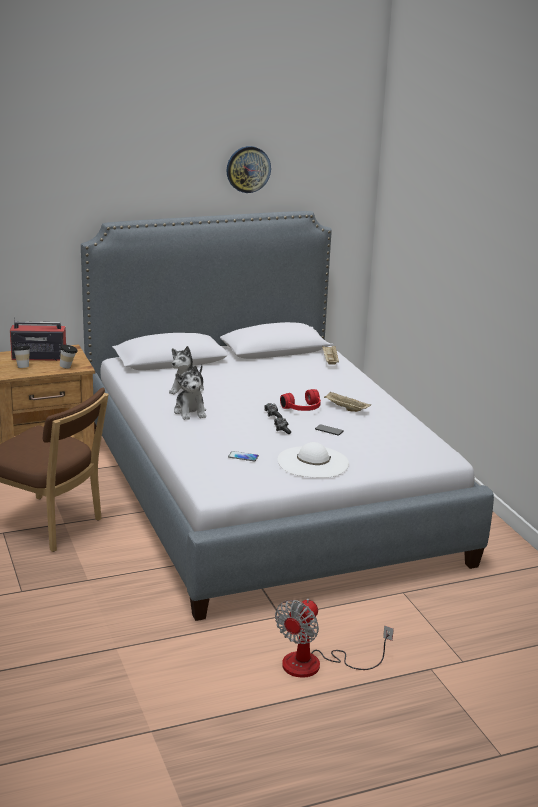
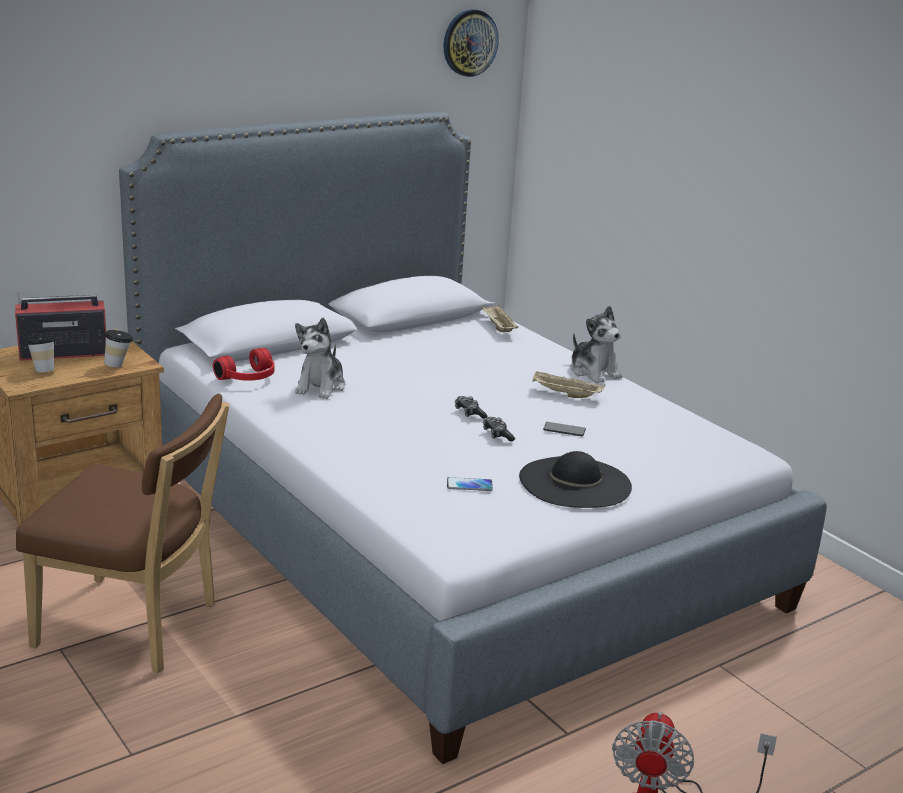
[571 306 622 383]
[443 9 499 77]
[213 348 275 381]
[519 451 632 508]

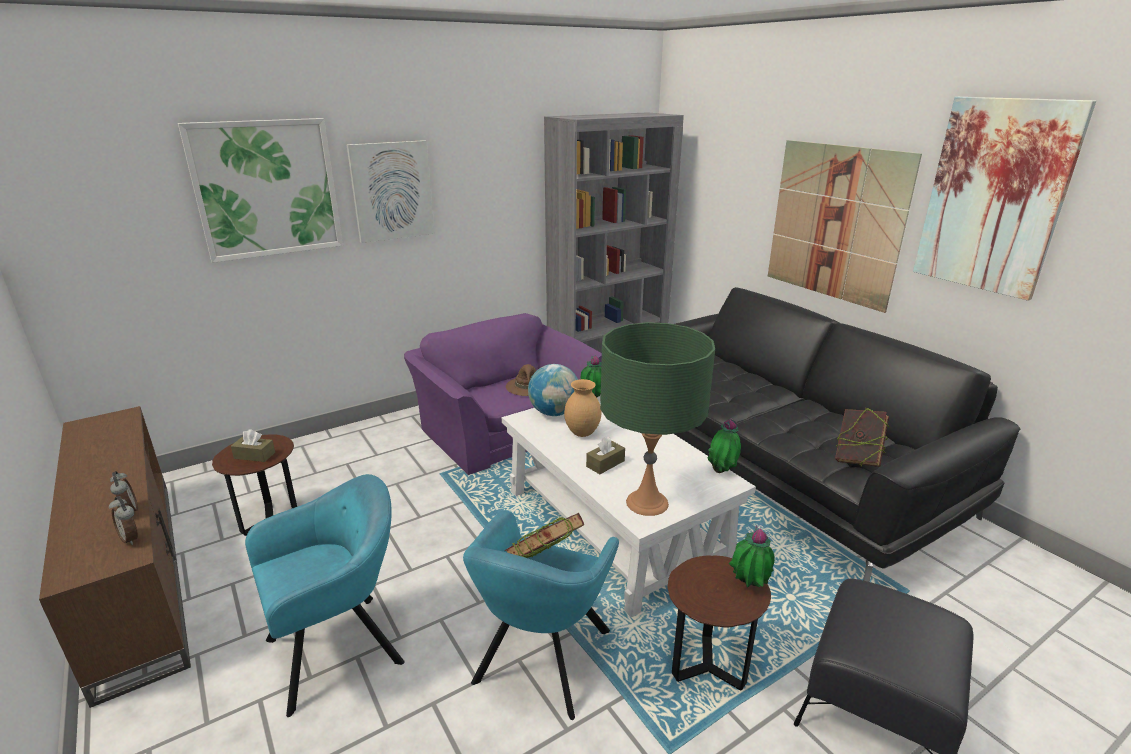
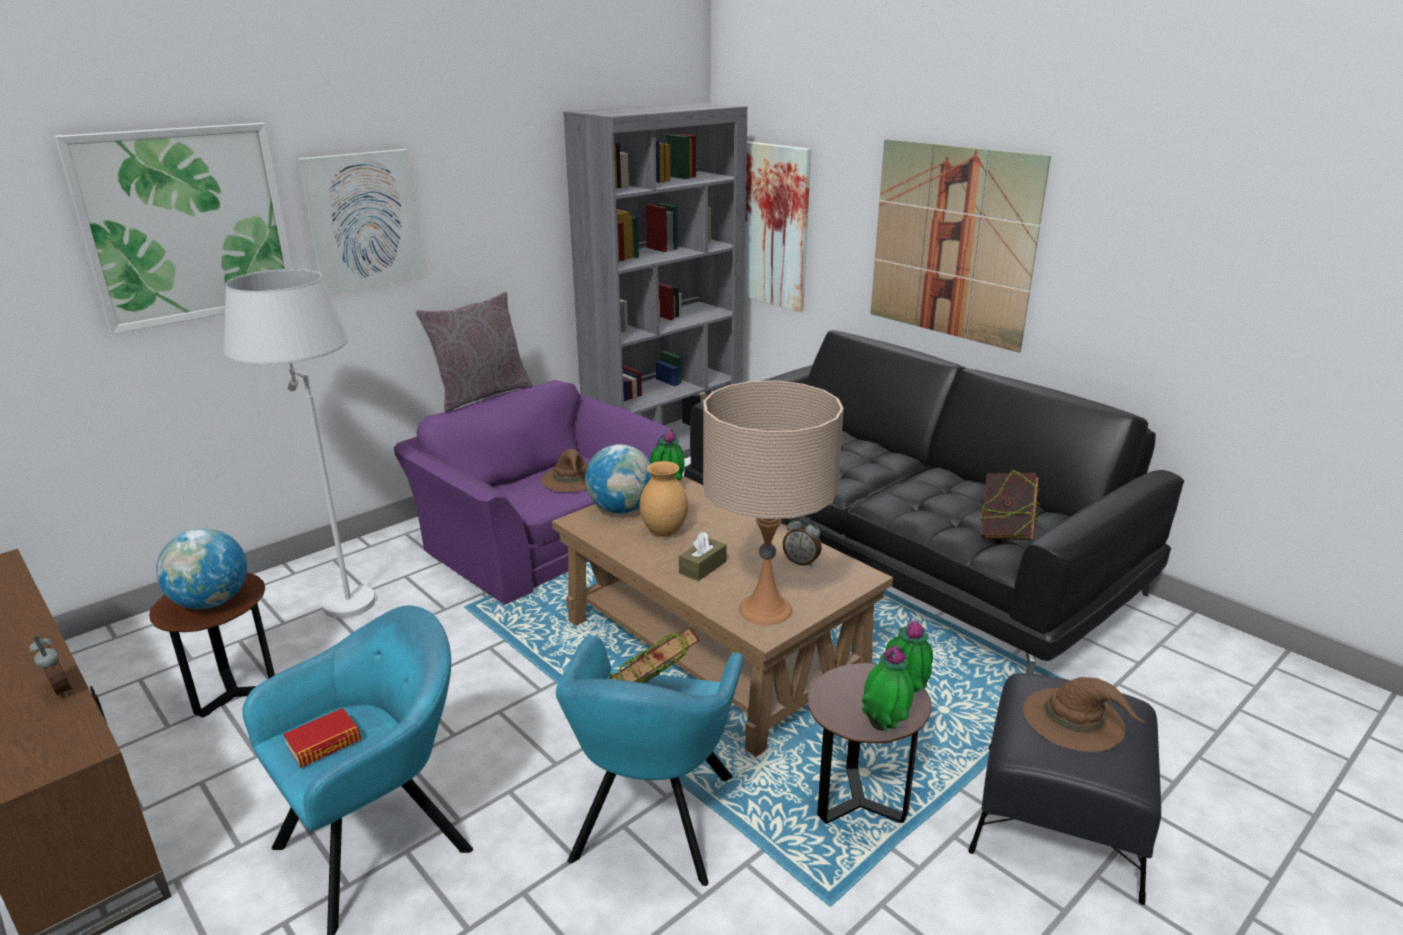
[224 269 375 618]
[283 708 361 768]
[415 291 533 412]
[1023 677 1146 752]
[783 516 822 567]
[862 645 914 731]
[744 141 811 312]
[156 528 247 609]
[552 475 893 757]
[703 381 844 625]

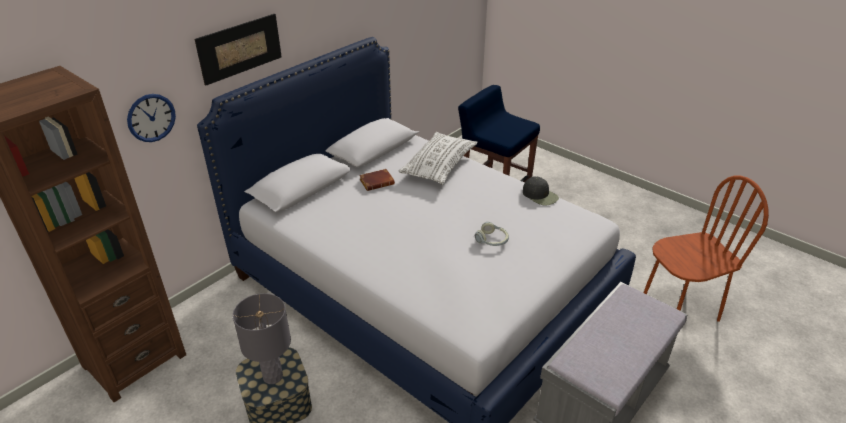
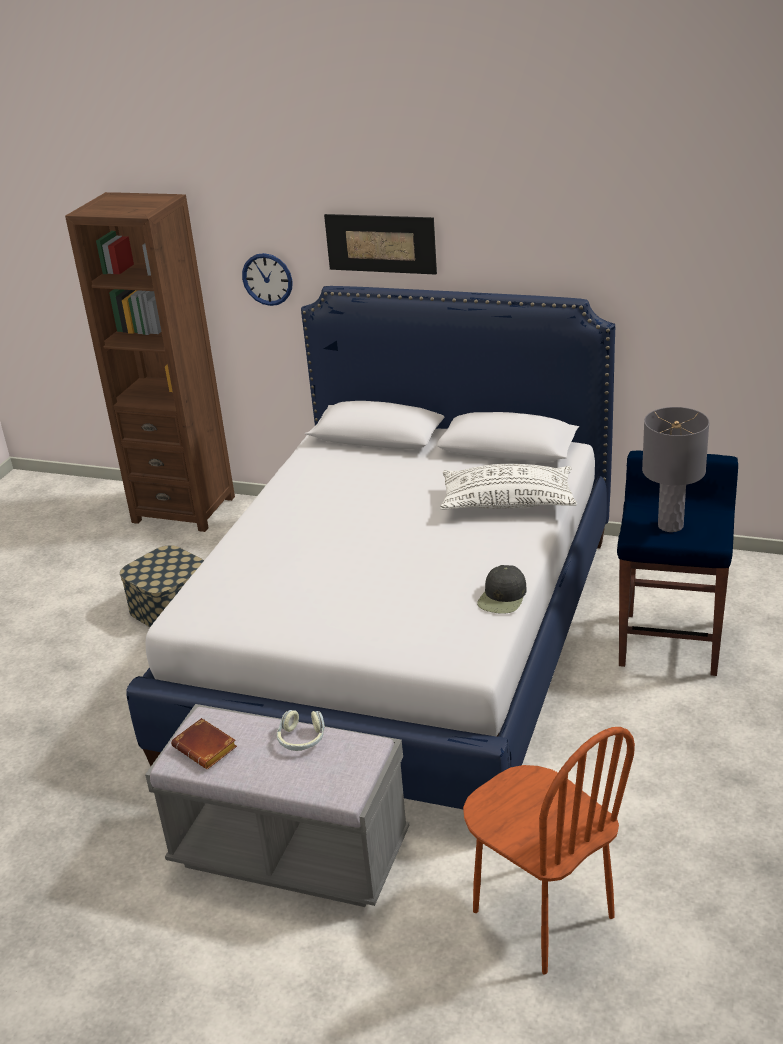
[642 407 709 532]
[171 718 237 769]
[277 710 325 751]

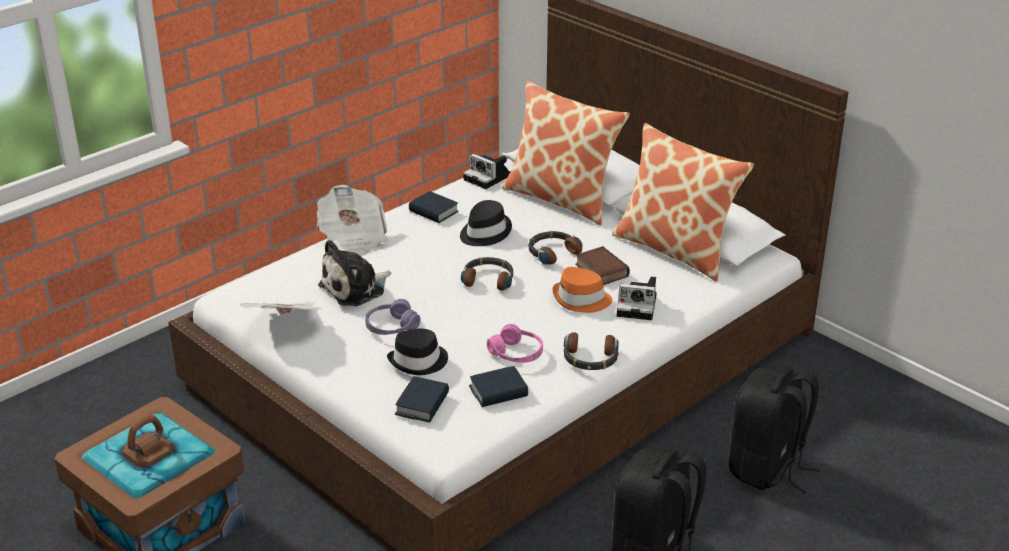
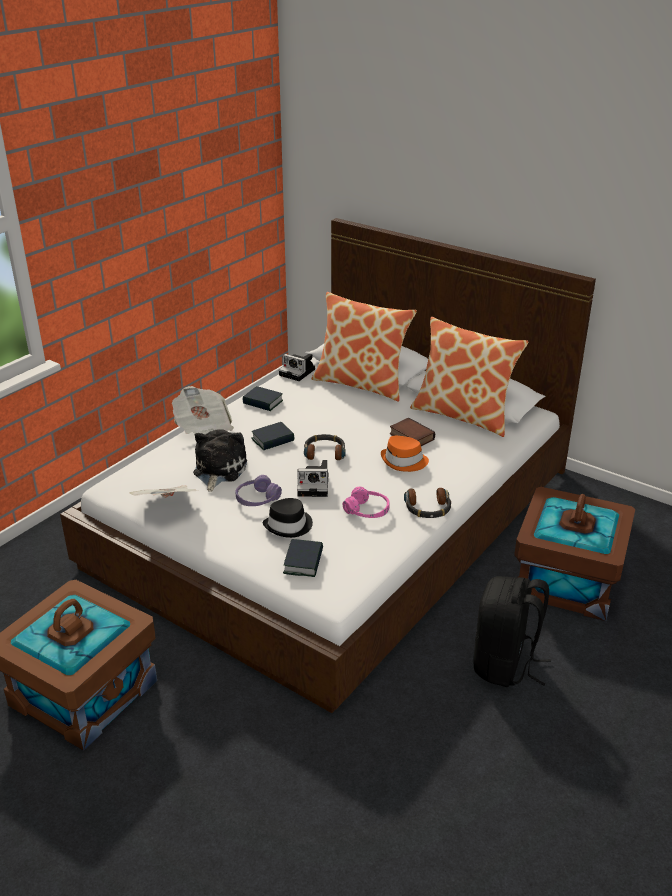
[460 200 512 246] (first image)
[528 231 583 264] (first image)
[251 422 294 450]
[297 460 328 497]
[514 487 635 621]
[193 429 247 492]

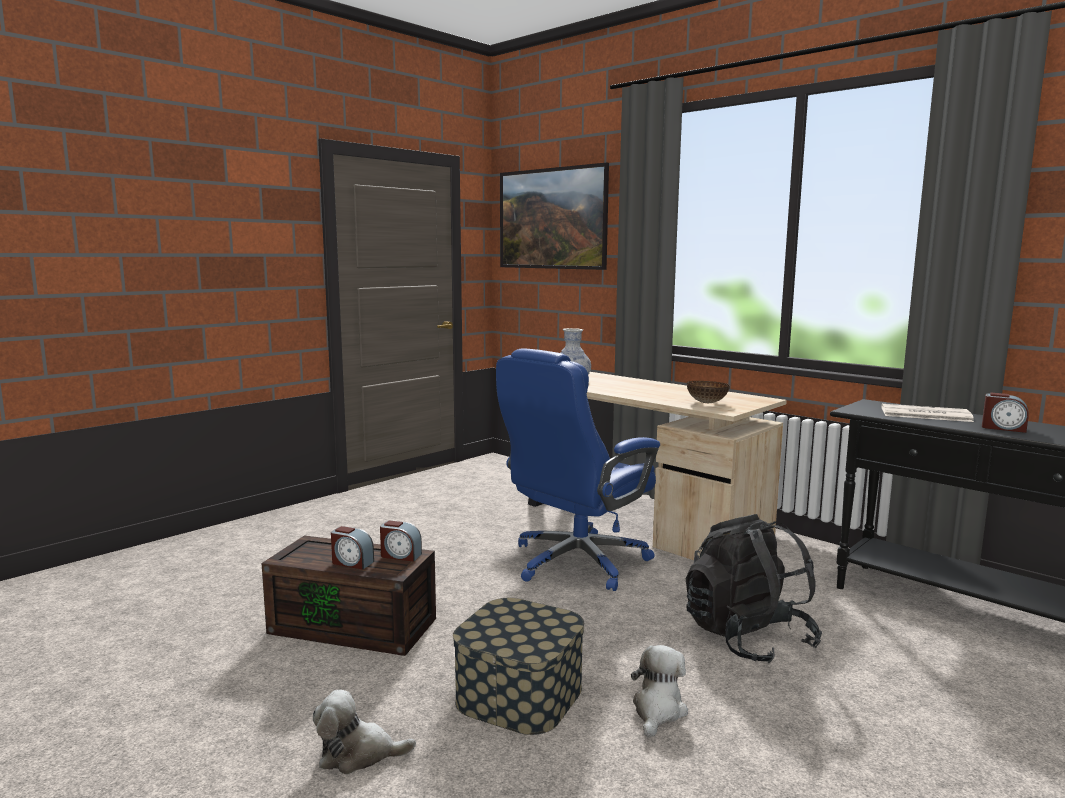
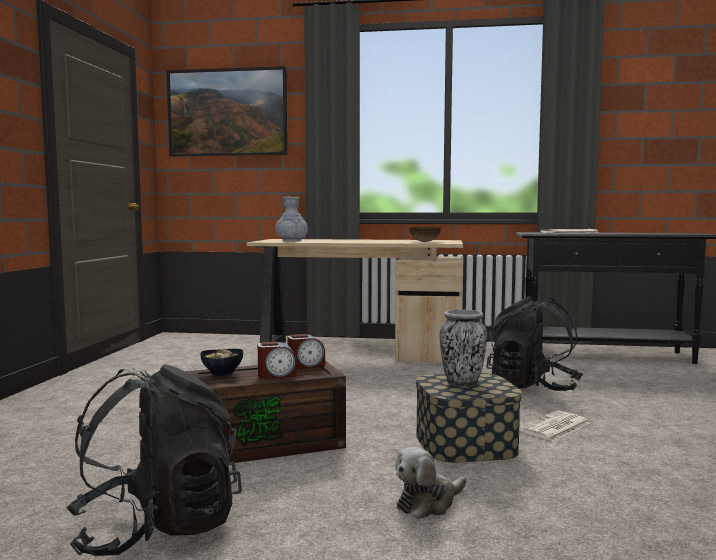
[496 349 660 591] (first image)
[982 393 1029 433] (first image)
[66 364 242 556]
[200 349 243 376]
[439 309 487 387]
[519 411 590 442]

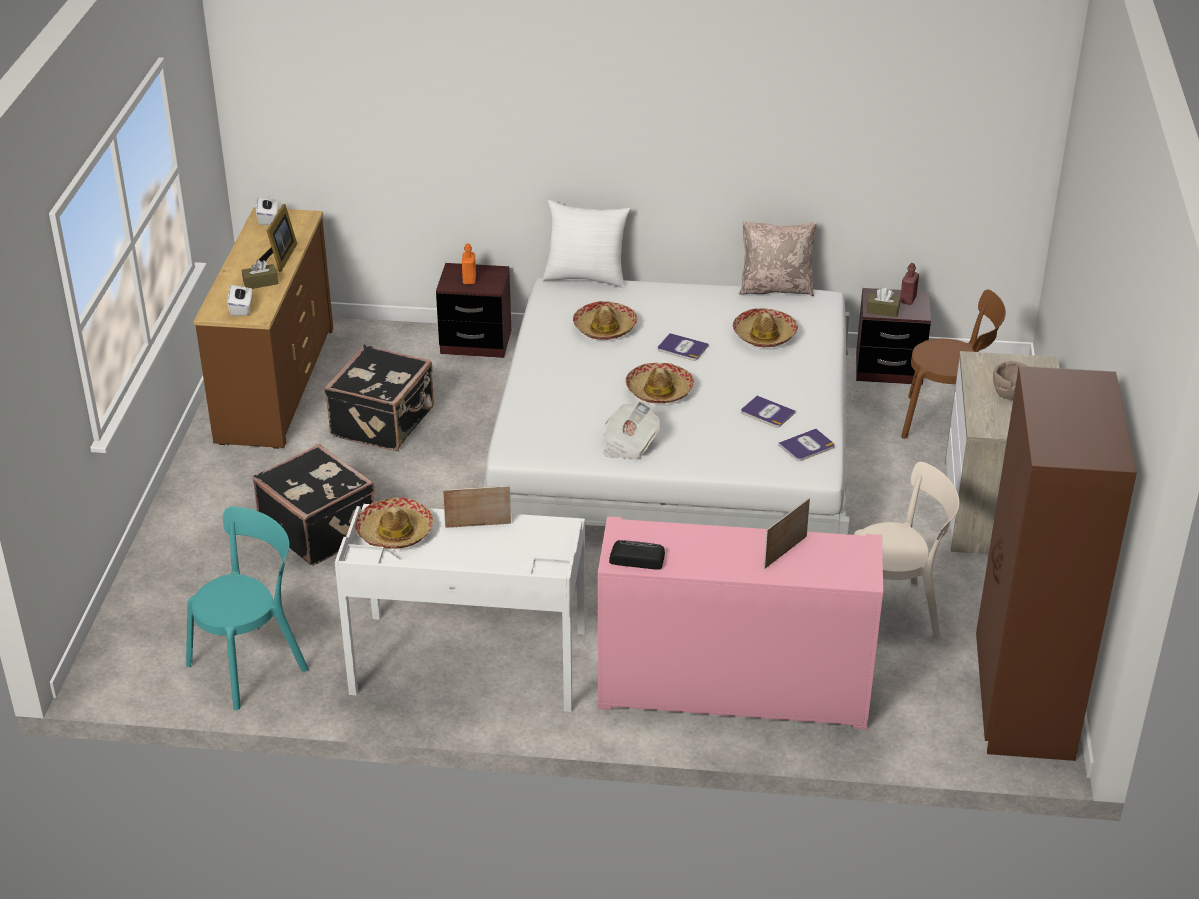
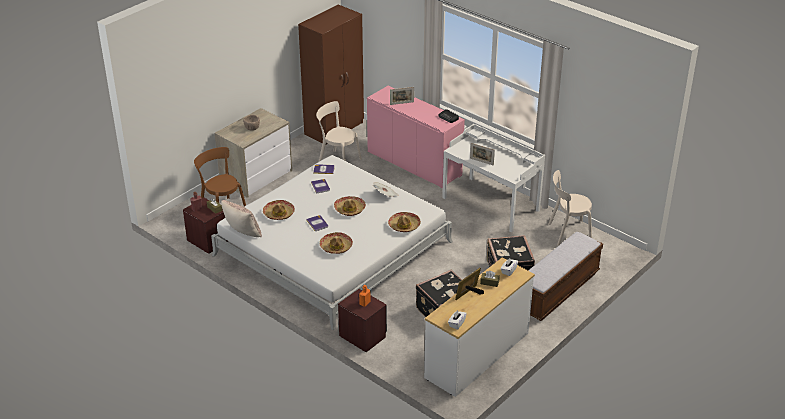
[543 200 631 289] (first image)
[528 232 603 321]
[388 212 421 232]
[548 170 592 246]
[424 257 535 397]

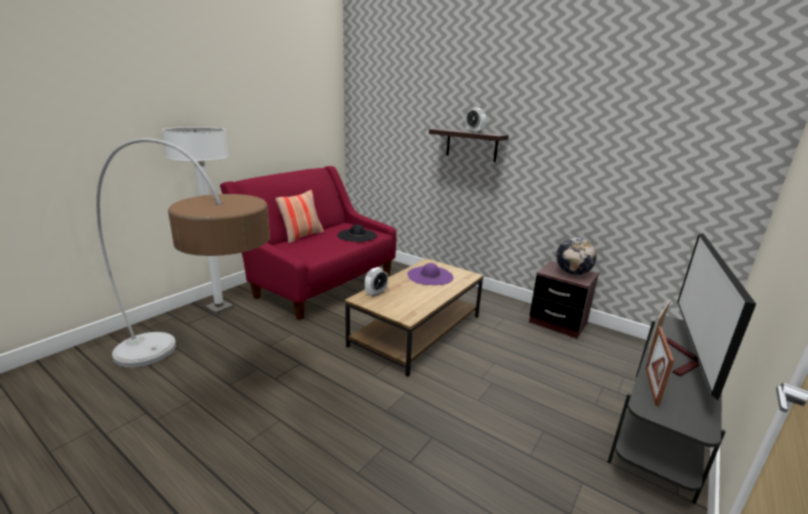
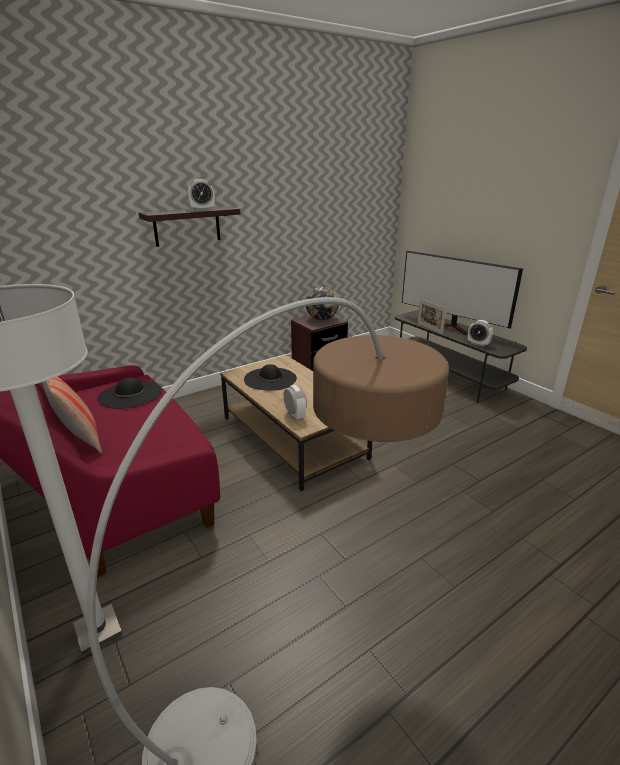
[468 320 493 347]
[244 364 297 391]

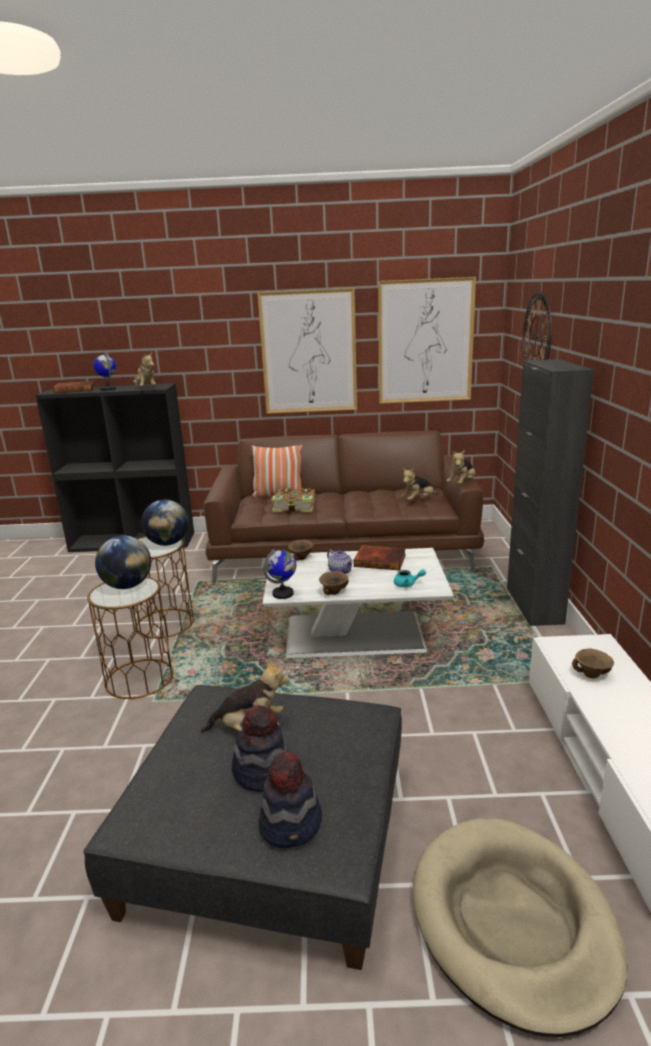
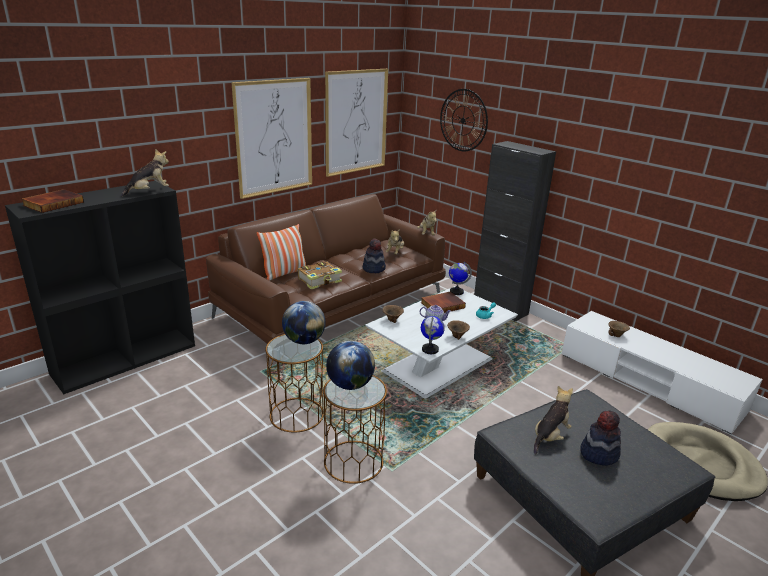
[449 262 472 295]
[363 239 386 273]
[121 149 169 197]

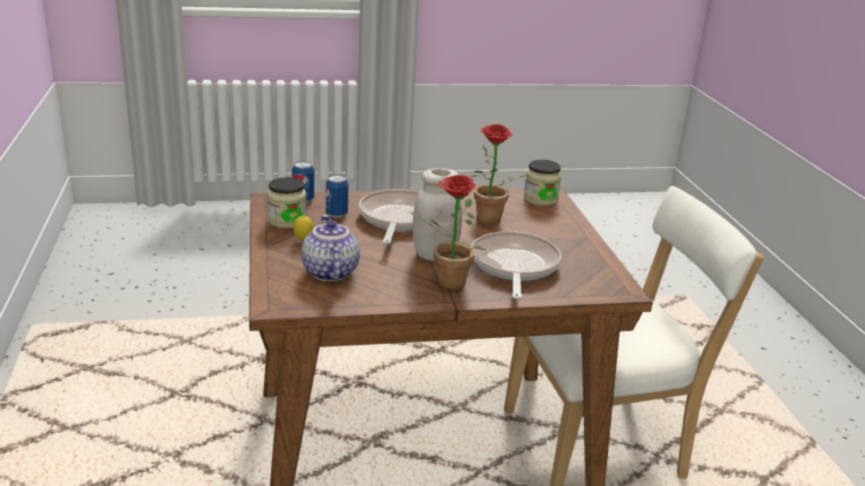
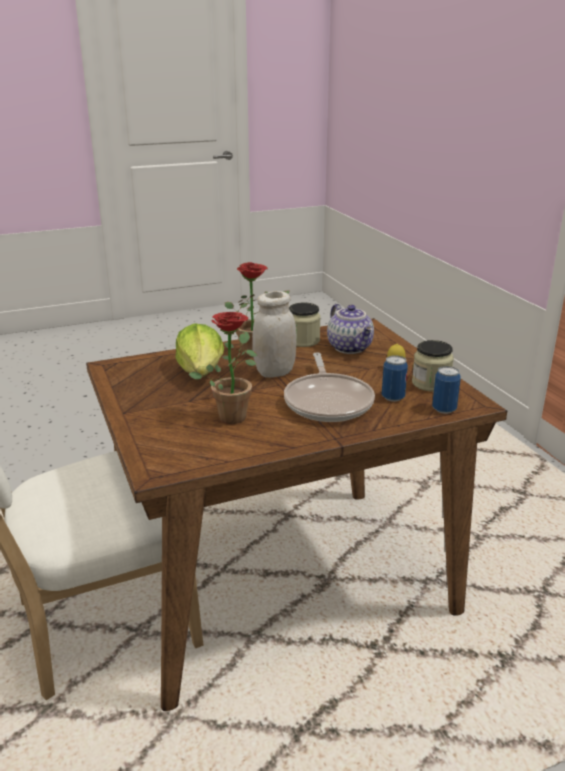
[289 302 321 347]
[175 323 224 376]

